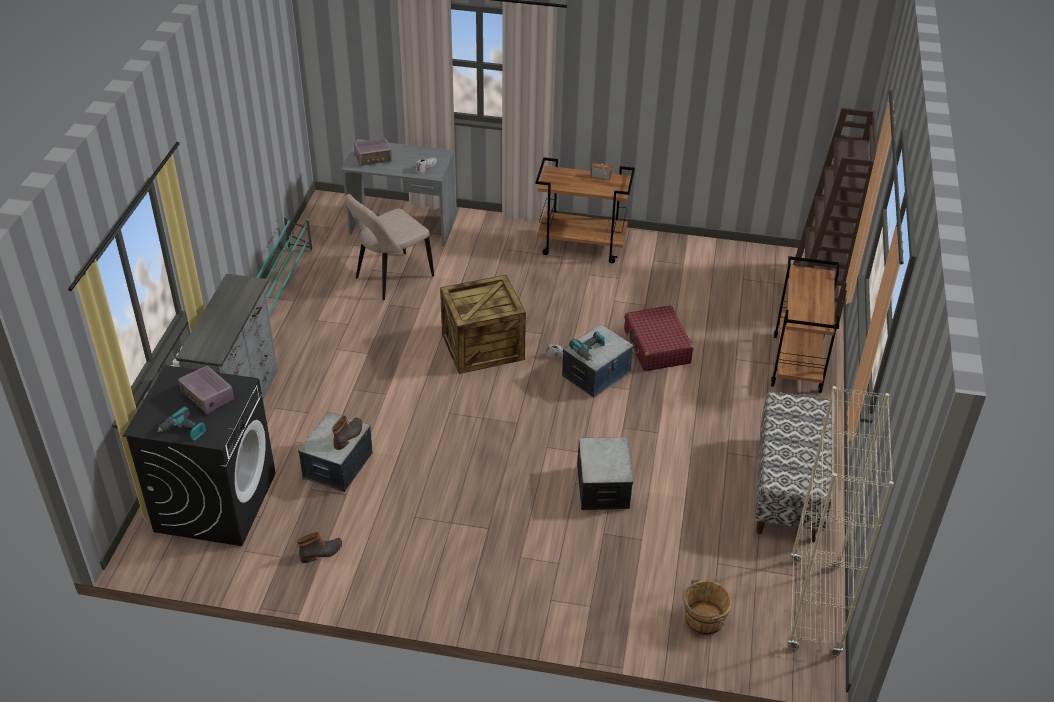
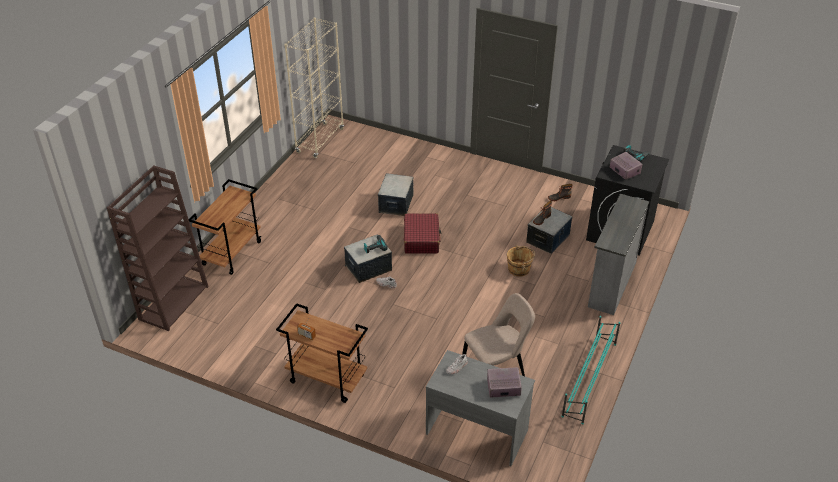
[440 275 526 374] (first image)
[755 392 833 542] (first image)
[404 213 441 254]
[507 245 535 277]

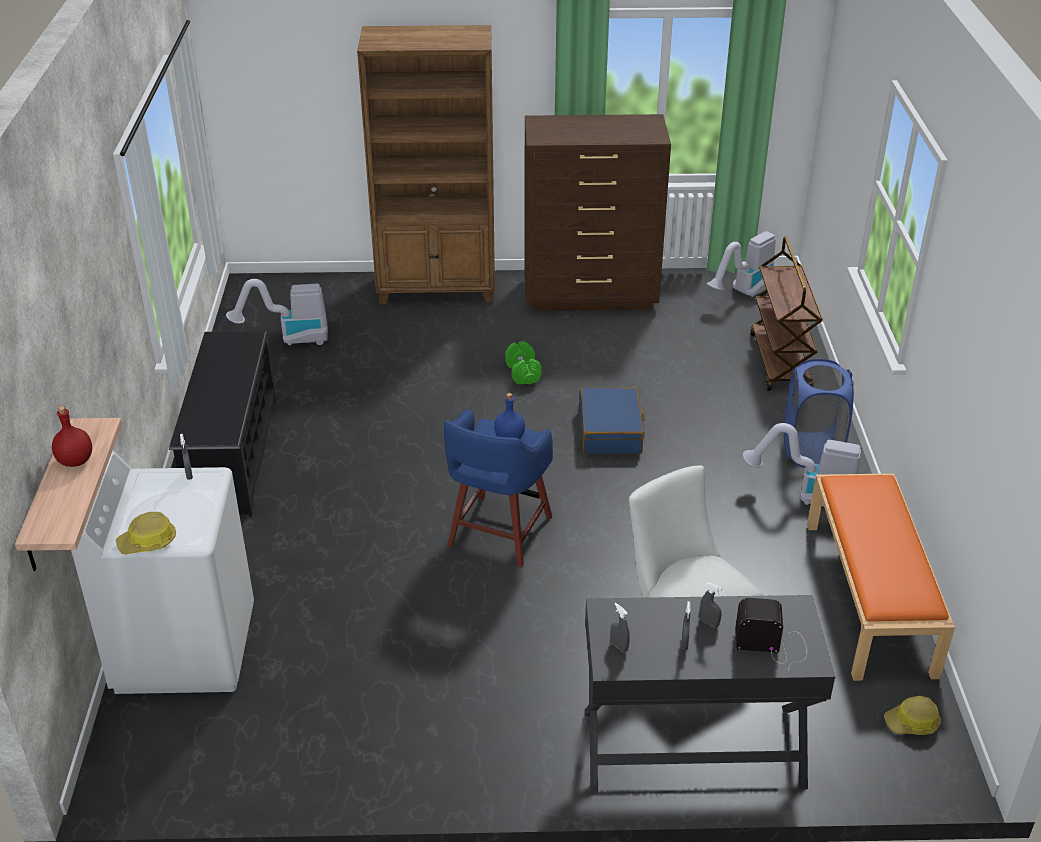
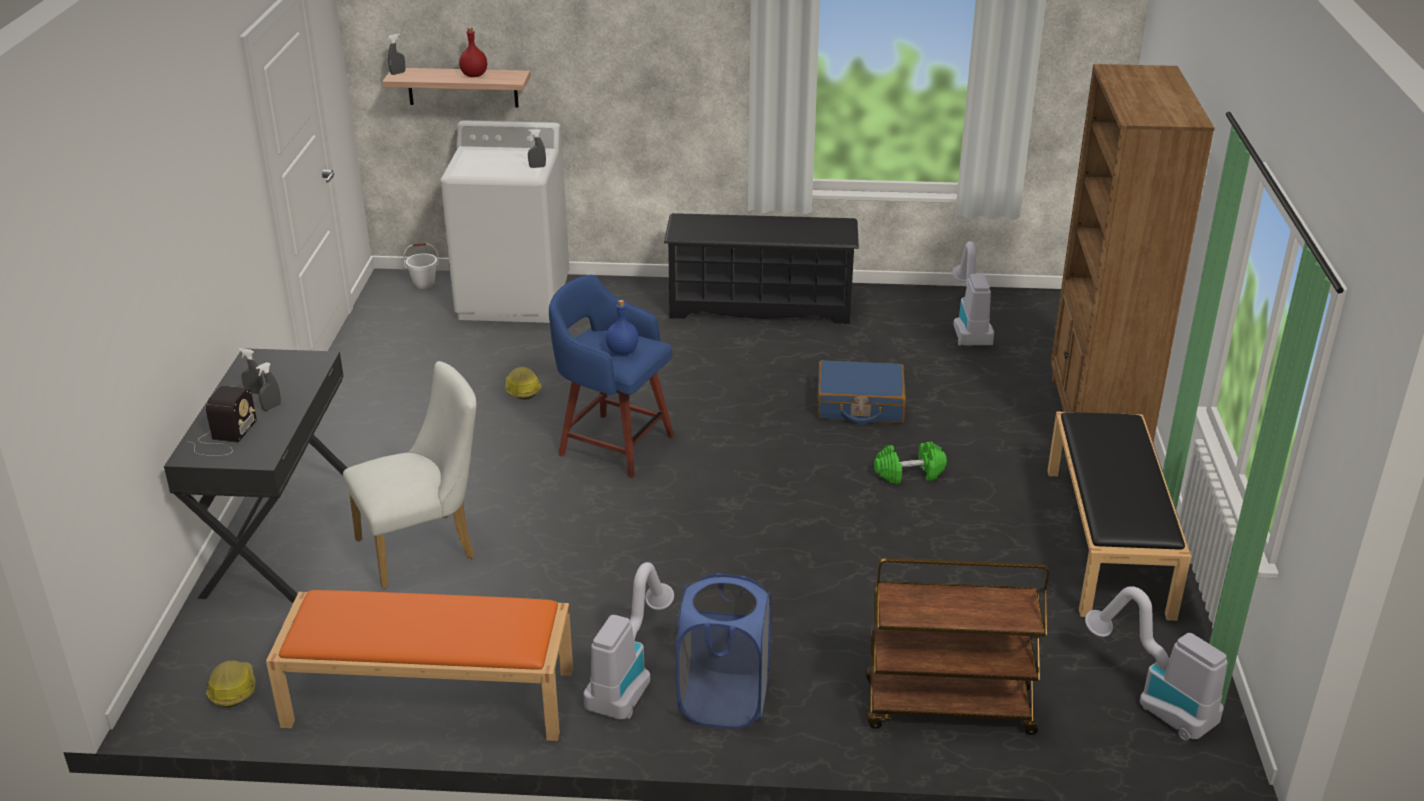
[403 243 439 289]
[505 367 542 400]
[818 360 906 424]
[388 34 405 75]
[1048 411 1191 621]

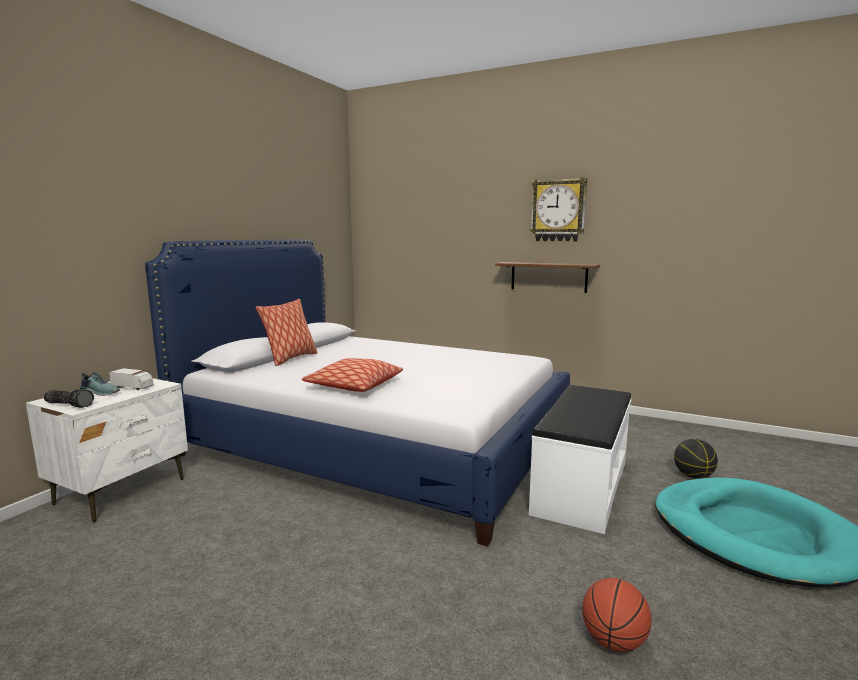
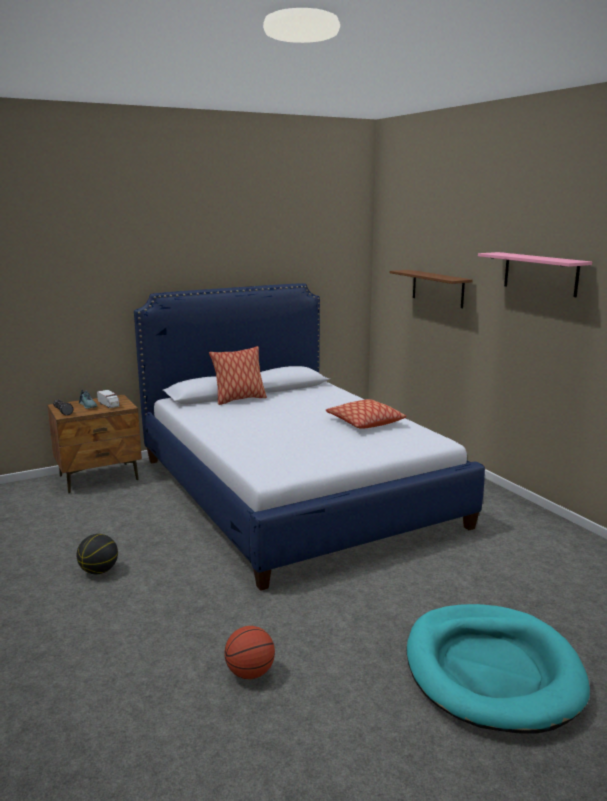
[529 385 631 534] (first image)
[326 399 407 429]
[390 270 473 308]
[77 534 118 574]
[478 252 592 297]
[47 395 142 493]

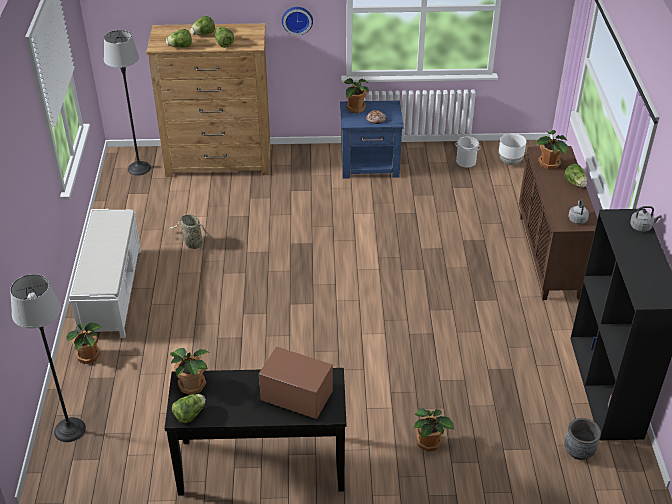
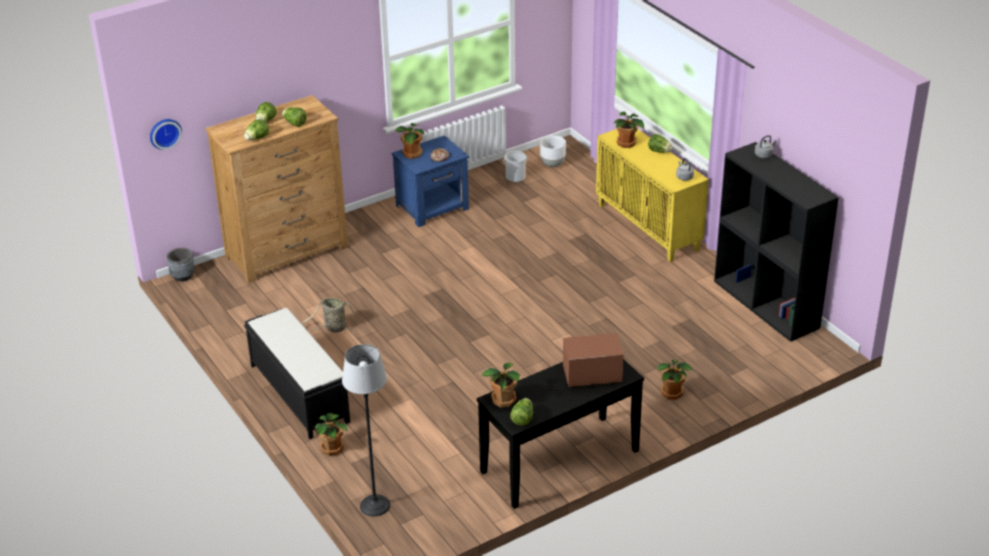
[104 30 151 176] (first image)
[150 119 182 150]
[167 248 195 282]
[244 308 350 439]
[596 128 709 262]

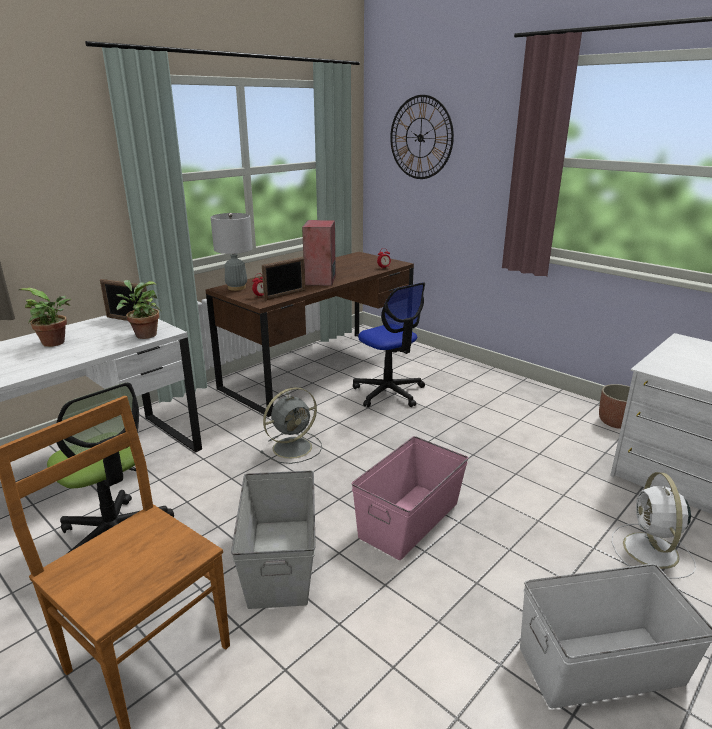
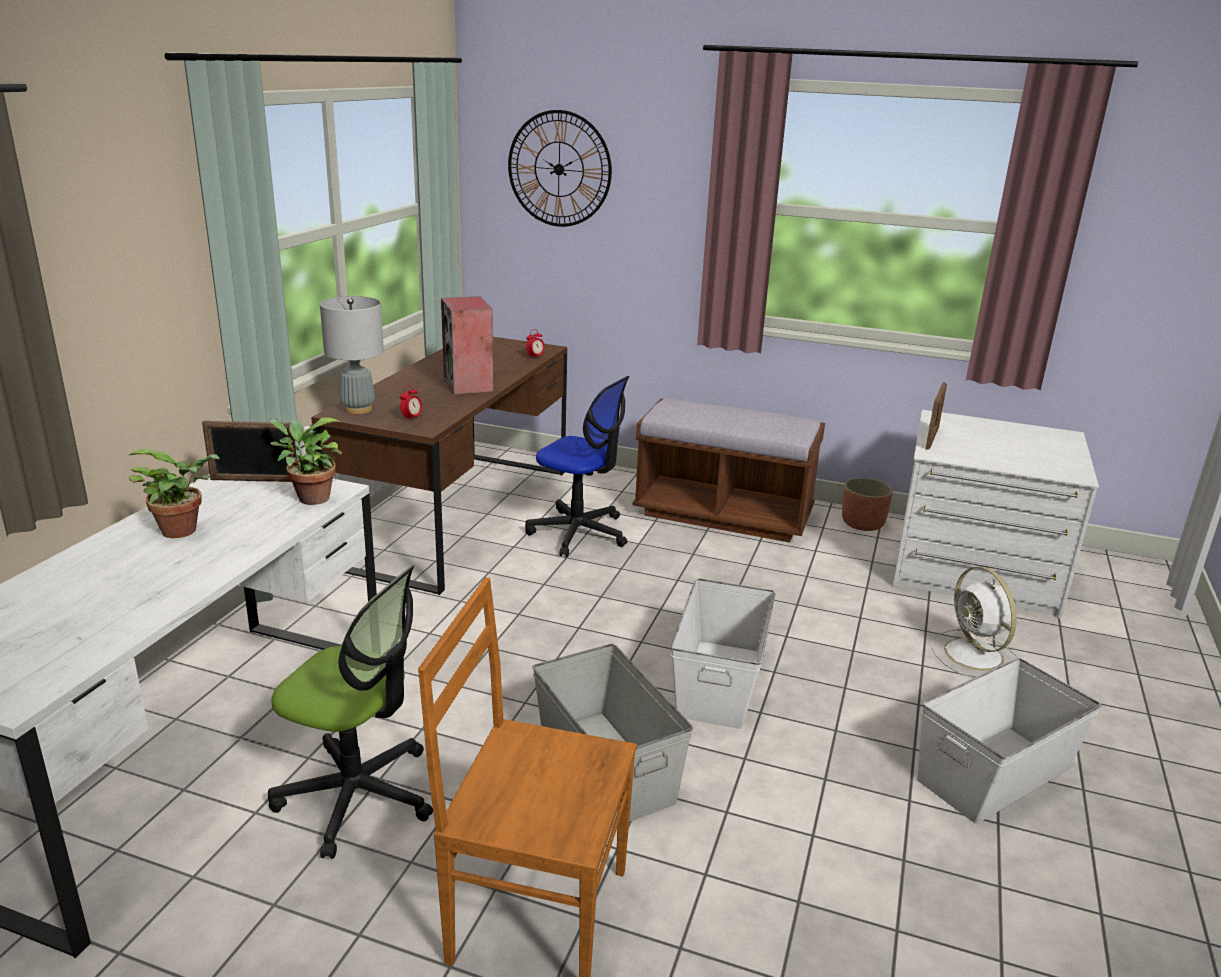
[260 387 322 464] (first image)
[633 398 825 543]
[925 382 947 450]
[671 578 776 729]

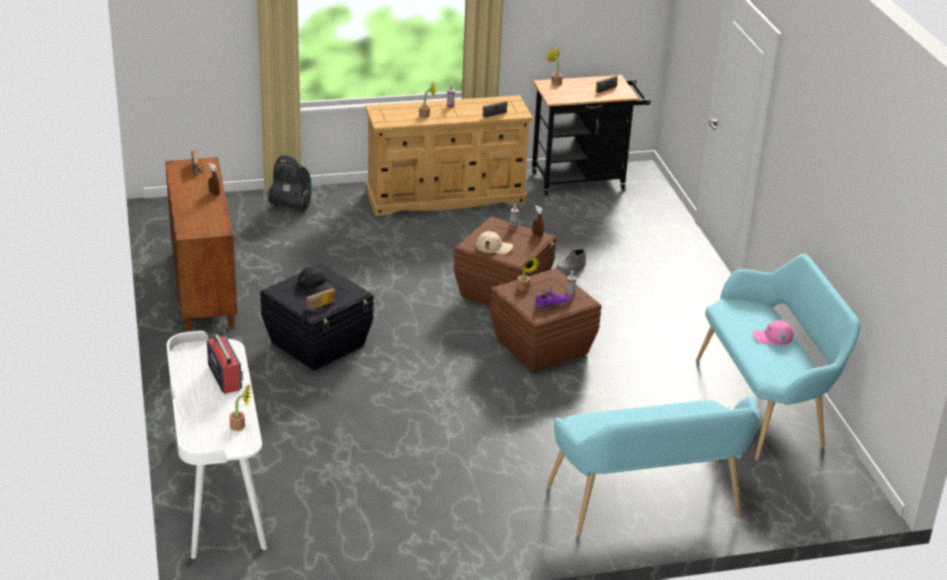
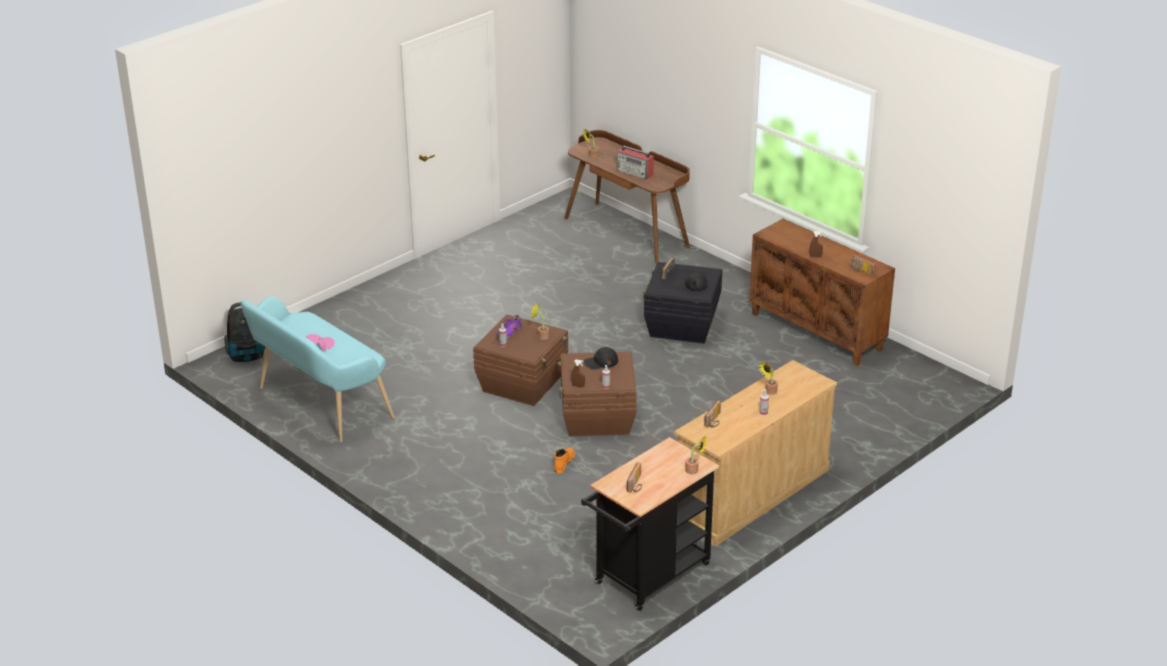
[547 396 759 536] (first image)
[224 302 265 362]
[564 130 690 264]
[584 347 618 369]
[554 448 575 474]

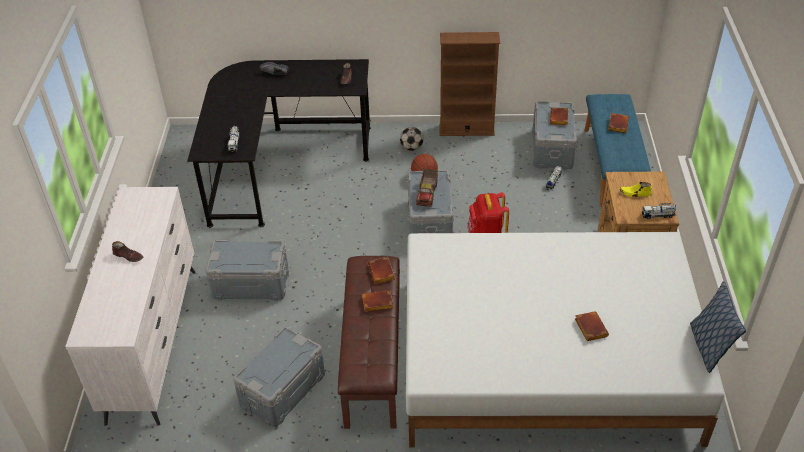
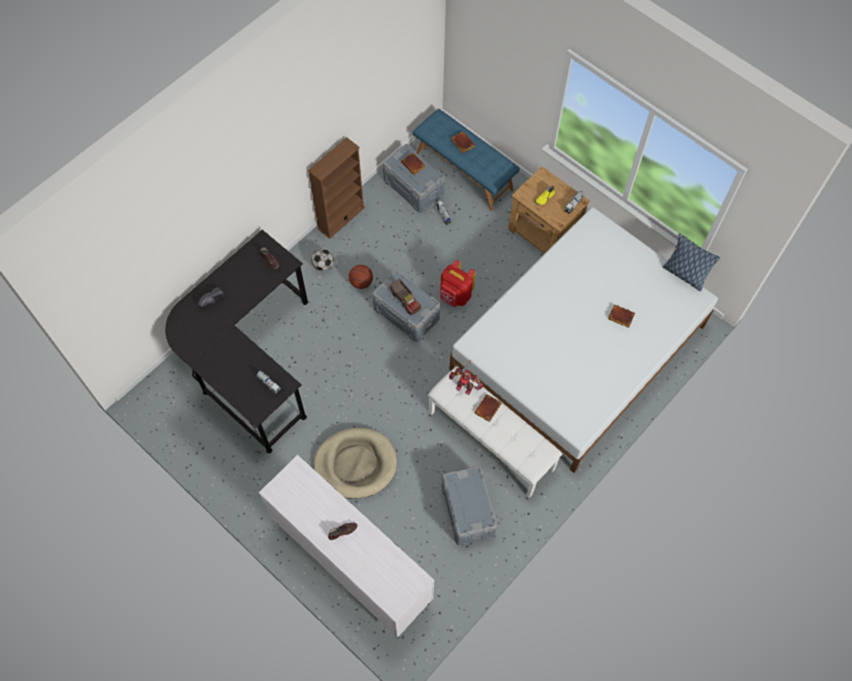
[313 428 397 499]
[449 361 483 395]
[428 366 562 498]

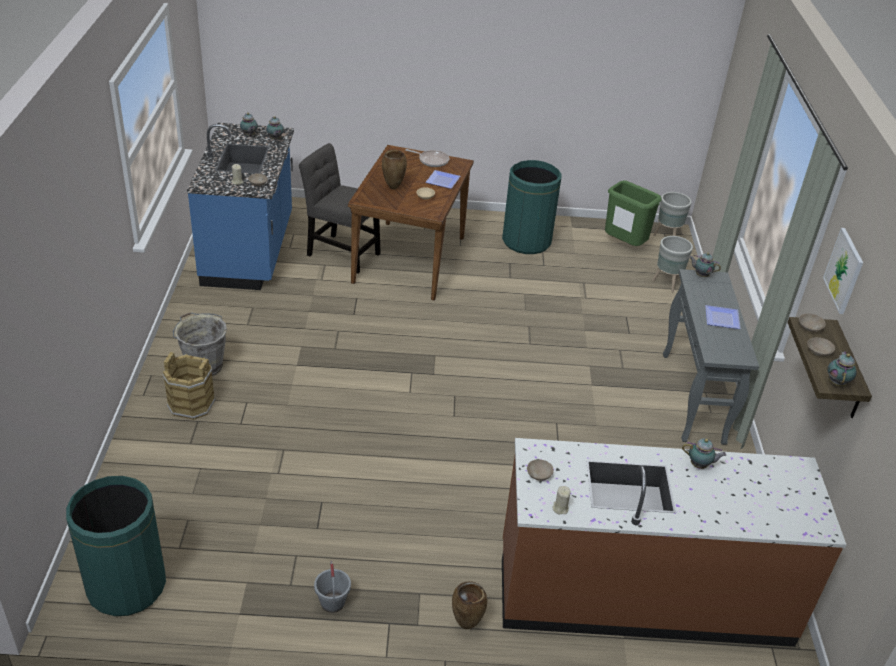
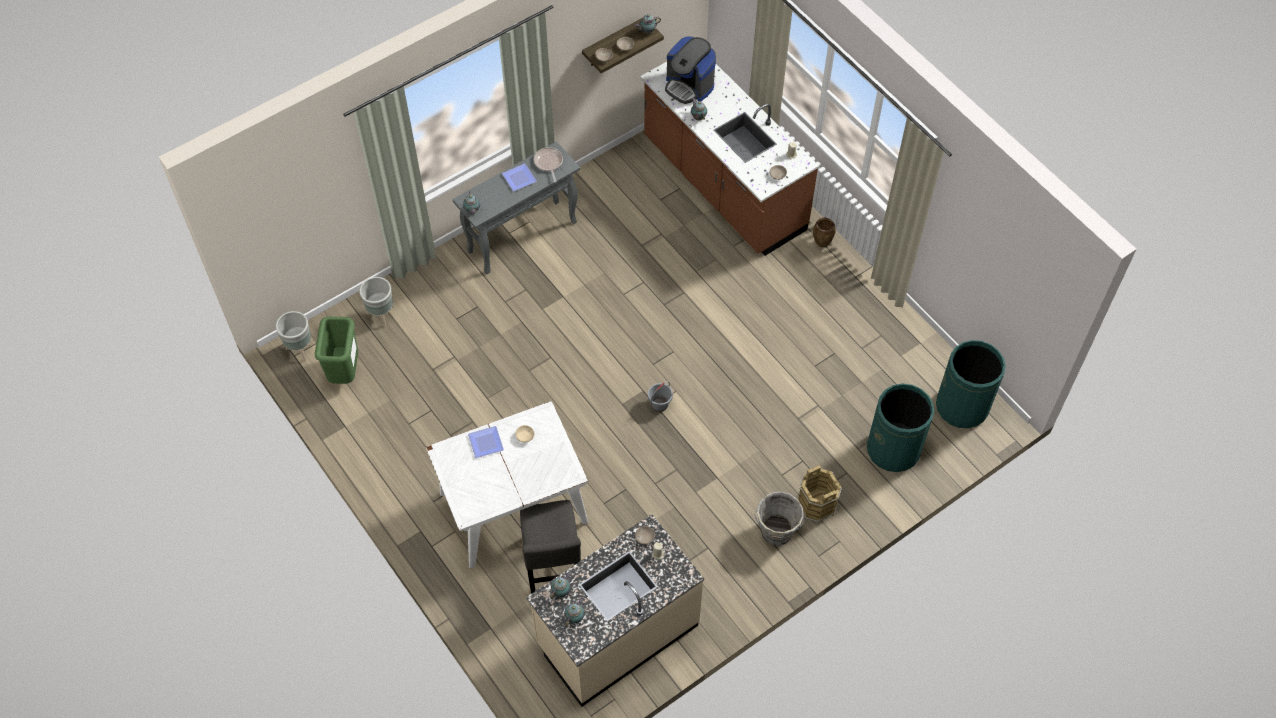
[382 150 407 190] (first image)
[823 228 863 314] (first image)
[665 36 716 104]
[648 381 673 412]
[534 147 563 182]
[867 384 934 472]
[526 514 704 707]
[426 401 589 569]

